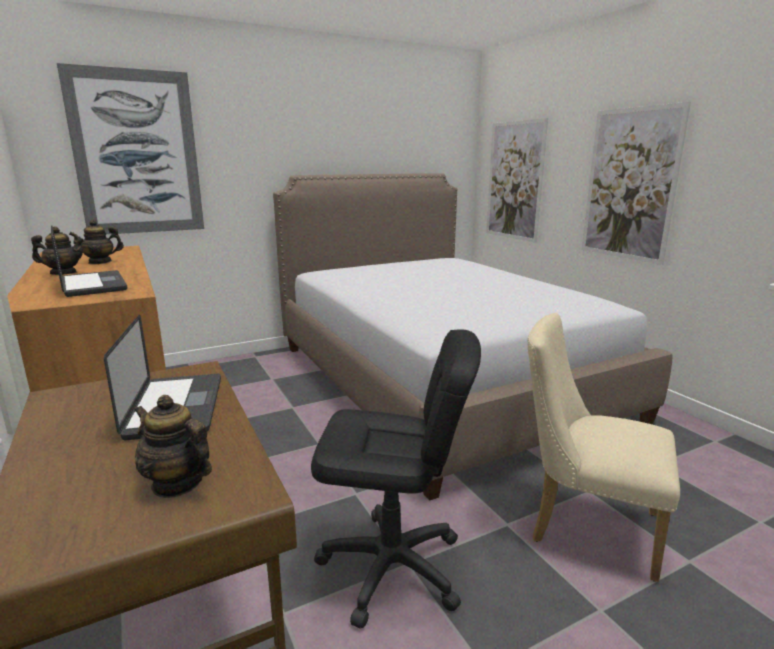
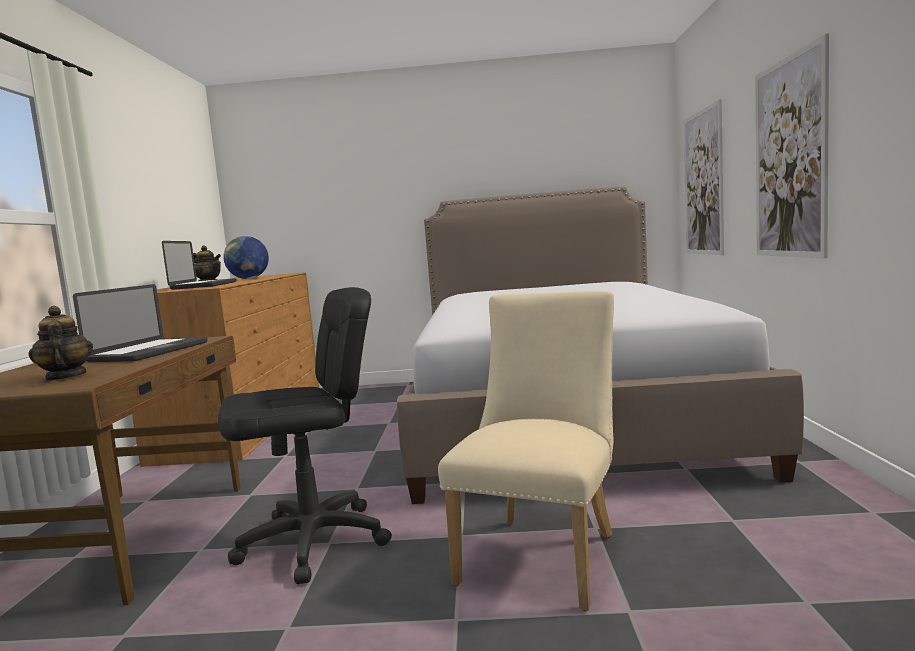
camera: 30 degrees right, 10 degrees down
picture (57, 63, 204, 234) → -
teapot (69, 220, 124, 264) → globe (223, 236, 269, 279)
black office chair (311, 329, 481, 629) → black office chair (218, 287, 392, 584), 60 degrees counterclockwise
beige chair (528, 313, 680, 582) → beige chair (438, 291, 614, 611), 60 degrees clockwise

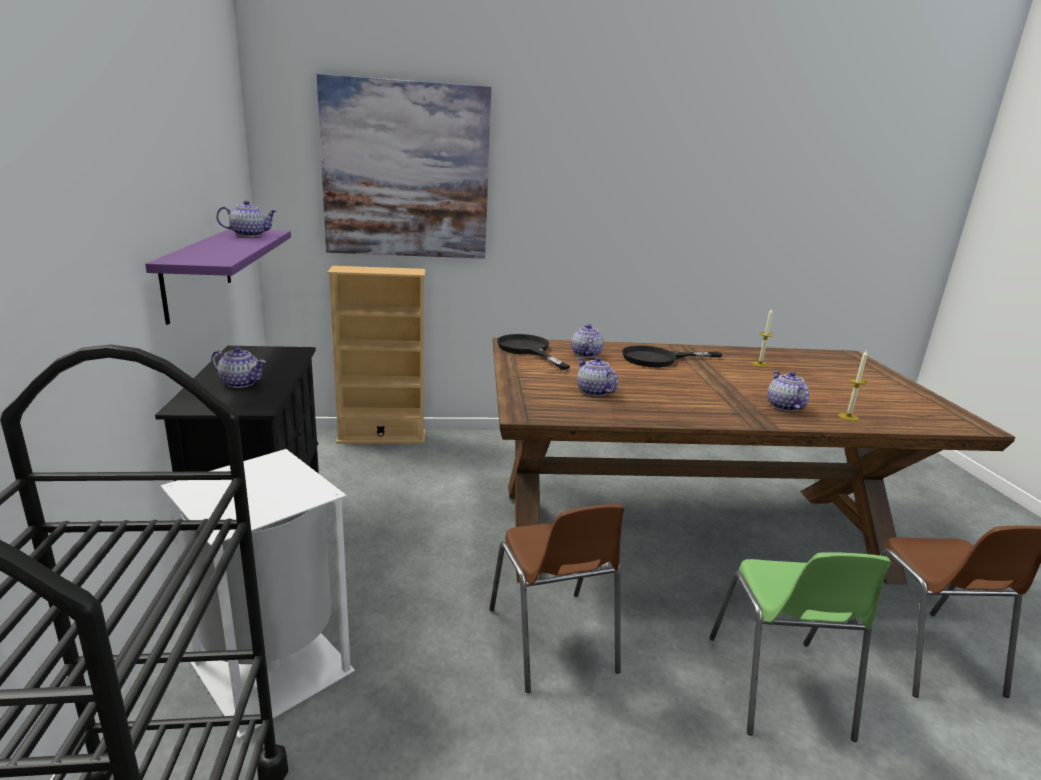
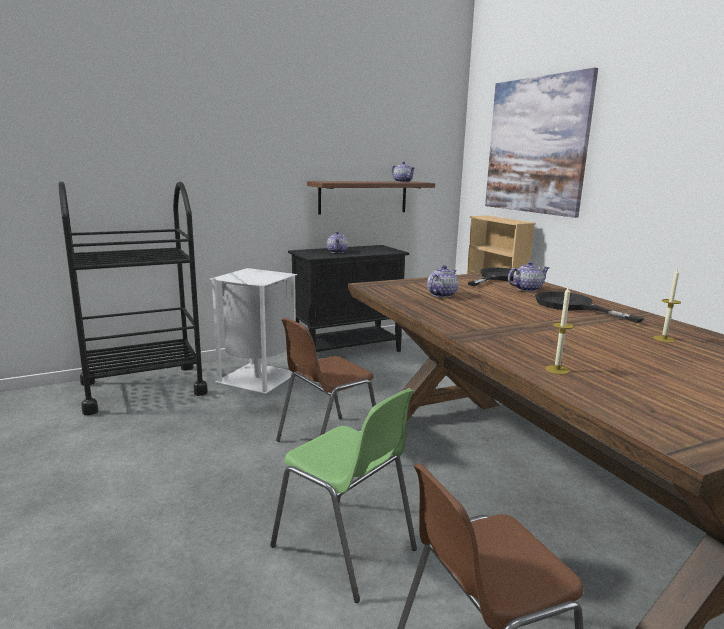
camera: 70 degrees right, 5 degrees down
purple shelf (145, 229, 291, 325) → brown shelf (307, 181, 435, 215)
green chair (709, 552, 892, 742) → green chair (270, 388, 417, 603), 120 degrees counterclockwise
teapot (767, 371, 809, 411) → -

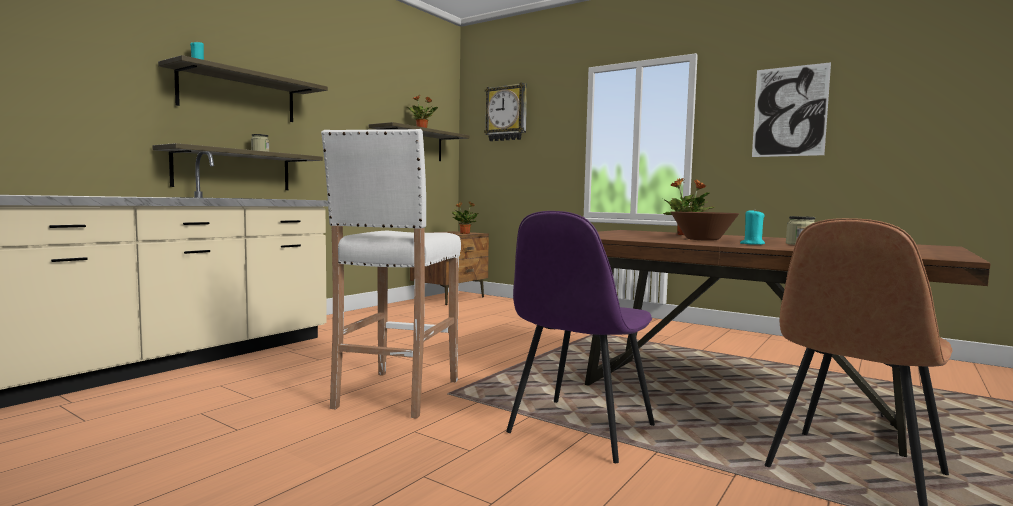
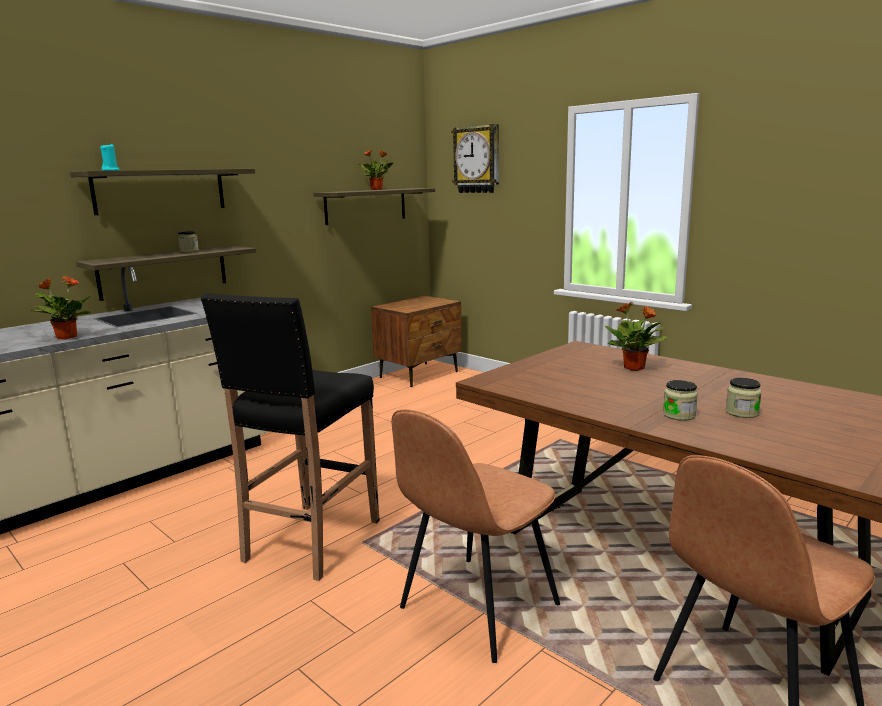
camera: 10 degrees right, 10 degrees up
white stool (321, 129, 461, 419) → black stool (201, 293, 380, 581)
potted plant (452, 202, 478, 234) → potted plant (29, 277, 92, 340), moved
purple chair (506, 211, 655, 463) → brown chair (392, 409, 560, 663)
brown bowl (671, 212, 739, 241) → -
turquoise candle (740, 209, 765, 245) → jar (663, 380, 698, 421)
picture (752, 62, 831, 157) → -

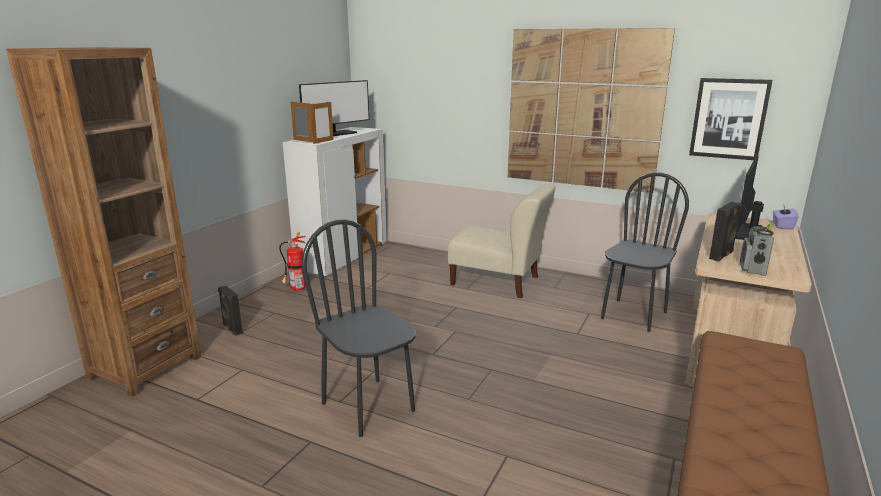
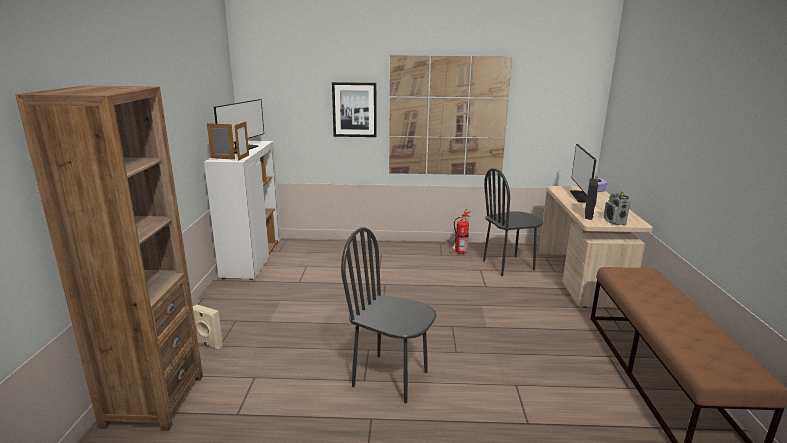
camera: 25 degrees left, 0 degrees up
black speaker (218, 286, 243, 336) → beige speaker (193, 305, 223, 349)
fire extinguisher (279, 232, 306, 292) → fire extinguisher (451, 209, 471, 254), moved
beige chair (448, 184, 556, 298) → -
black chair (601, 172, 689, 332) → black chair (483, 168, 543, 276), 120 degrees counterclockwise
picture (689, 78, 772, 160) → picture (332, 82, 376, 137), moved

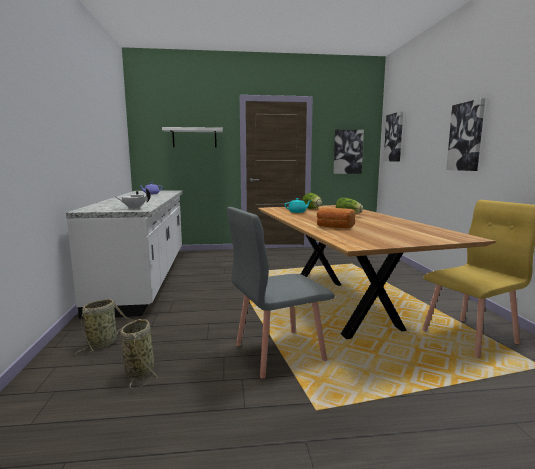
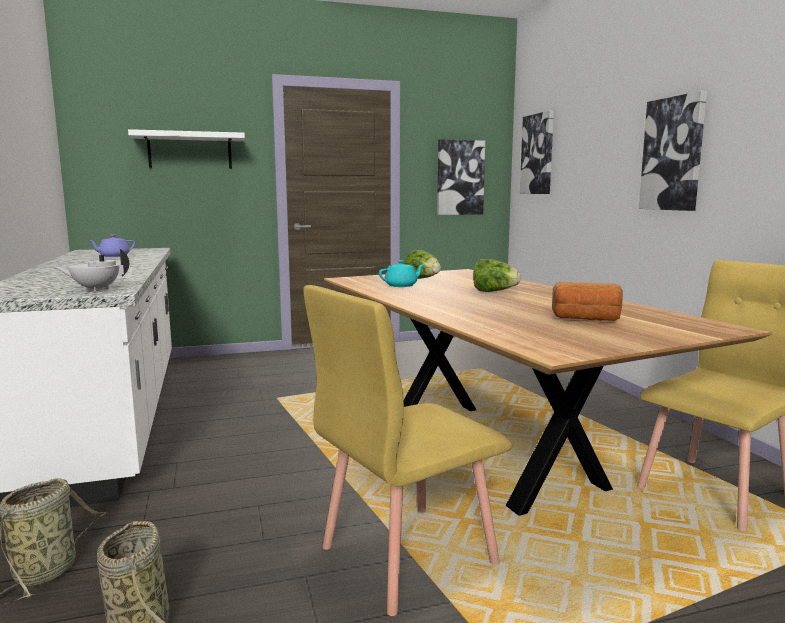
camera: 10 degrees left, 0 degrees up
grey chair (227, 207, 335, 379) → yellow chair (303, 285, 512, 616)
bread (317, 207, 356, 229) → bread (552, 282, 623, 321), moved

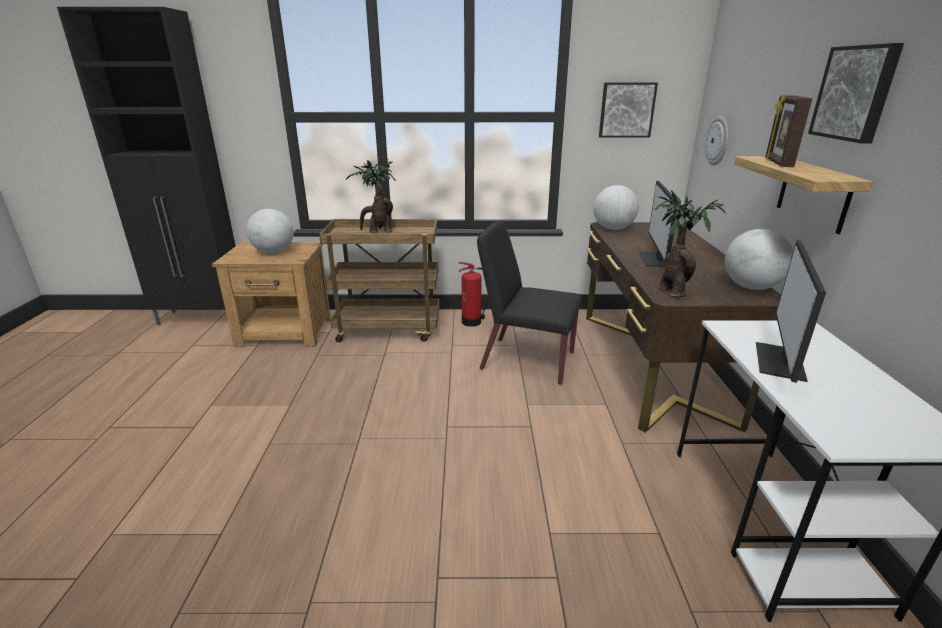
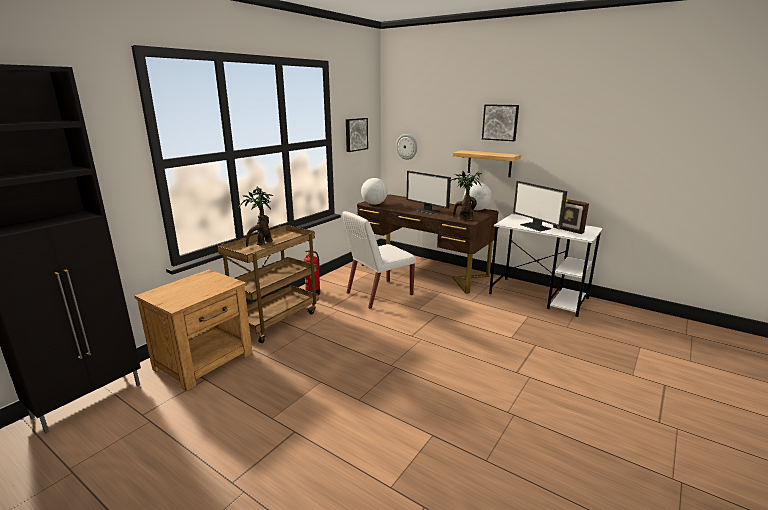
camera: 55 degrees left, 5 degrees down
globe (246, 209, 294, 253) → -
black chair (477, 220, 582, 385) → white chair (342, 211, 416, 309)
picture frame (766, 93, 812, 167) → picture frame (553, 199, 589, 234), moved

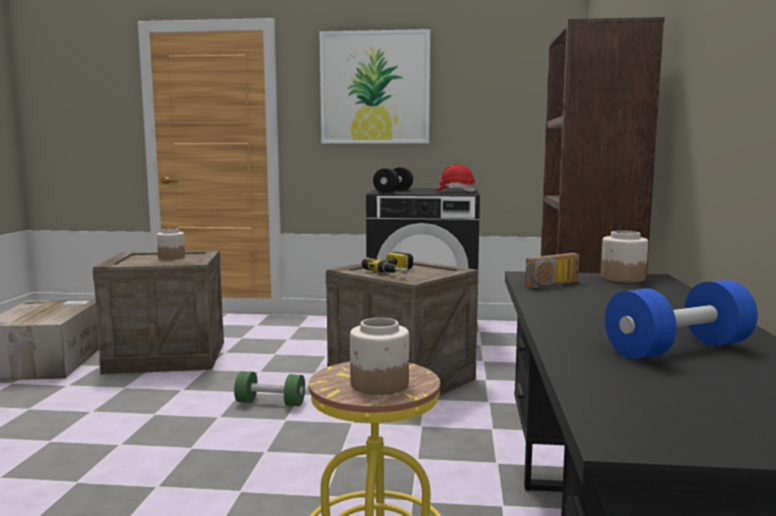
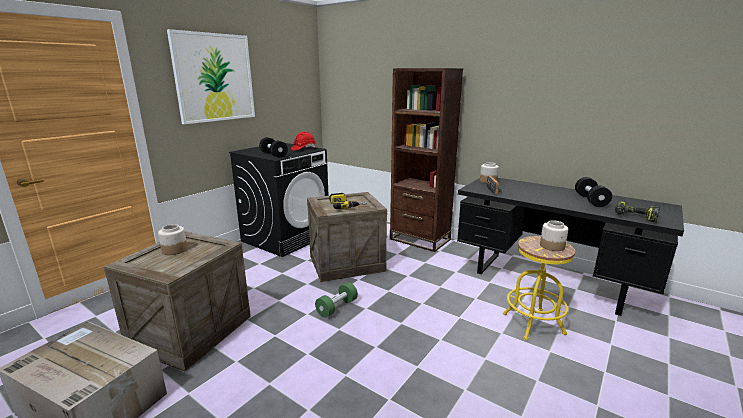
camera: 60 degrees left, 10 degrees up
blue dumbbell (605, 280, 758, 359) → black dumbbell (575, 177, 612, 207)
- → power drill (615, 201, 660, 223)

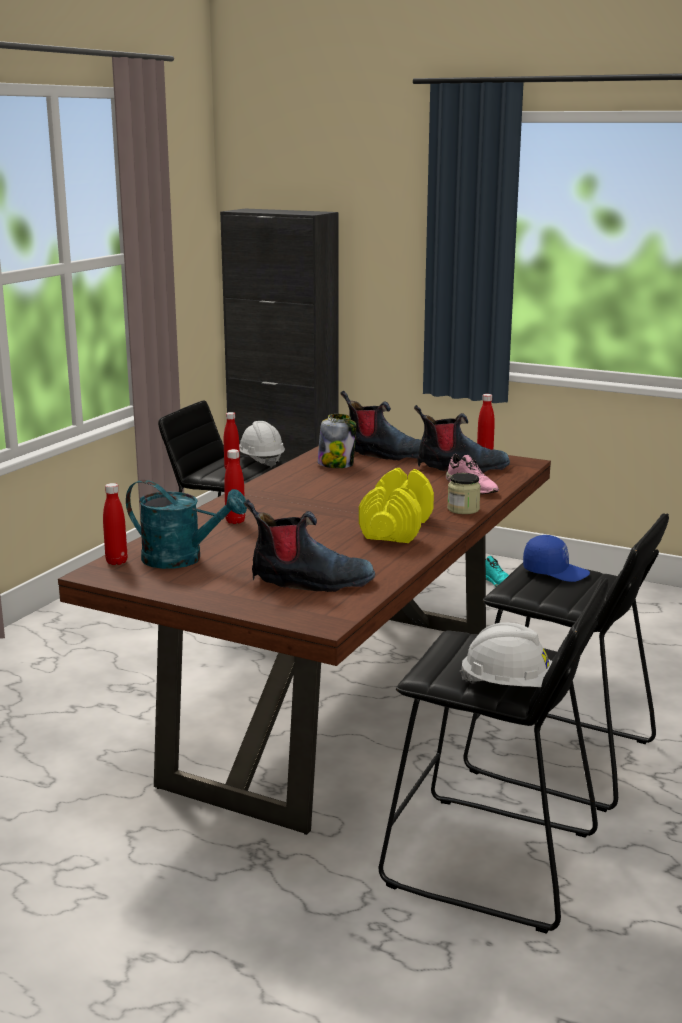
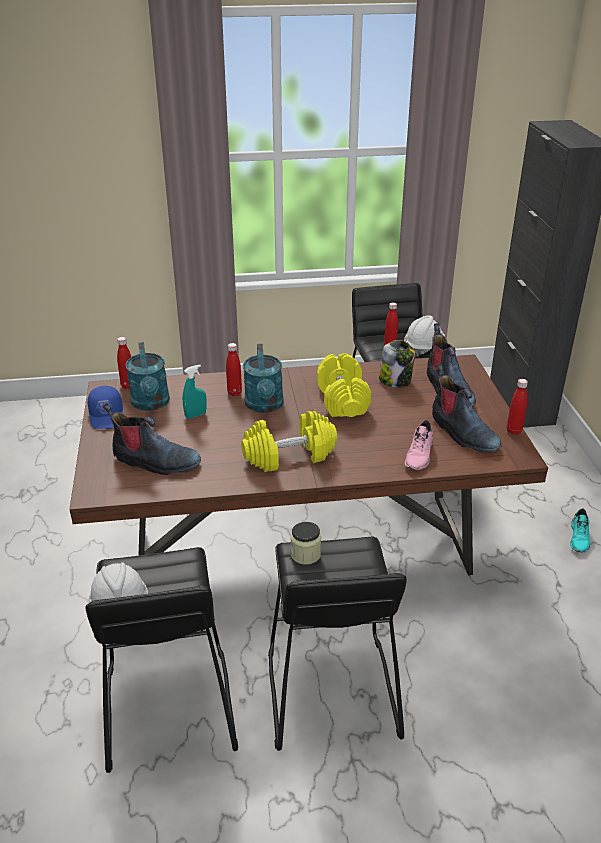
camera: 55 degrees right, 15 degrees up
boot (244, 499, 375, 592) → boot (102, 403, 201, 475), 45 degrees counterclockwise
jar (447, 473, 481, 514) → jar (291, 522, 321, 564), moved
blue cap (523, 535, 590, 582) → blue cap (88, 386, 123, 429), moved
- → turquoise spray bottle (183, 365, 207, 418)
- → turquoise watering can (243, 344, 284, 413)
- → yellow dumbbell (317, 353, 371, 417)

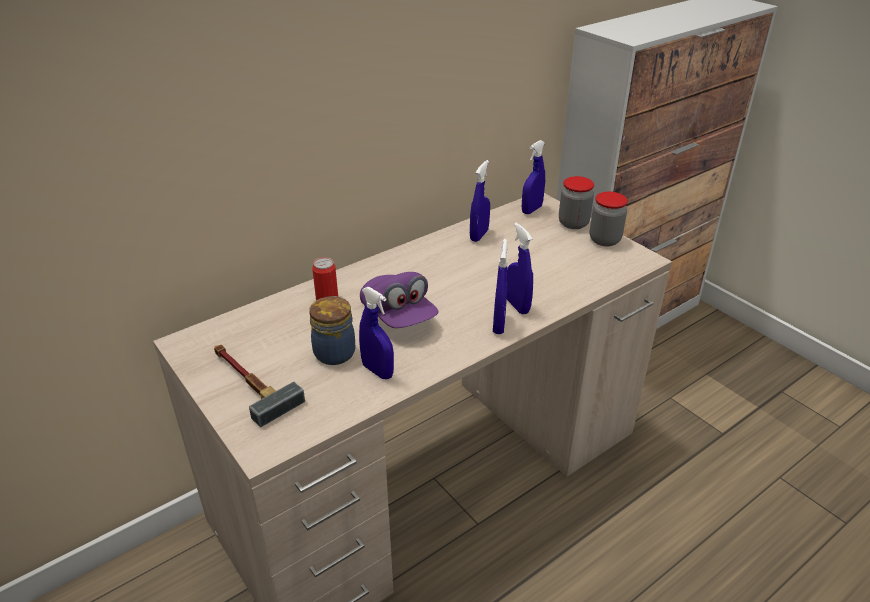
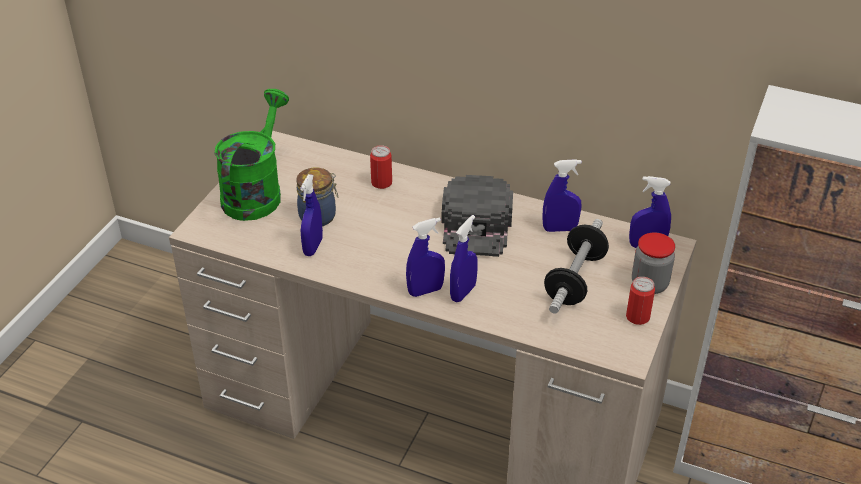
camera: 60 degrees right, 5 degrees up
hammer (214, 345, 305, 427) → green watering can (215, 89, 289, 221)
purple cap (360, 272, 439, 328) → -
jar (590, 192, 628, 246) → can (626, 277, 655, 325)
- → black cap (442, 175, 513, 257)
- → dumbbell (544, 219, 609, 314)

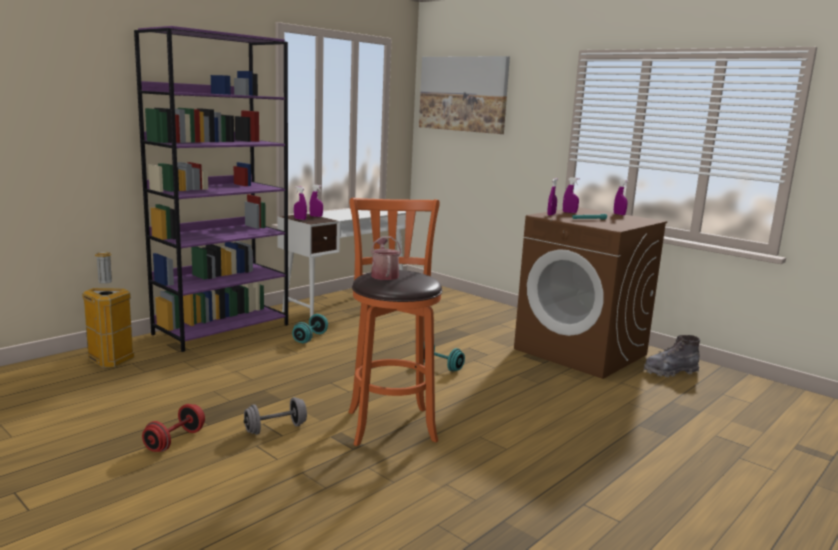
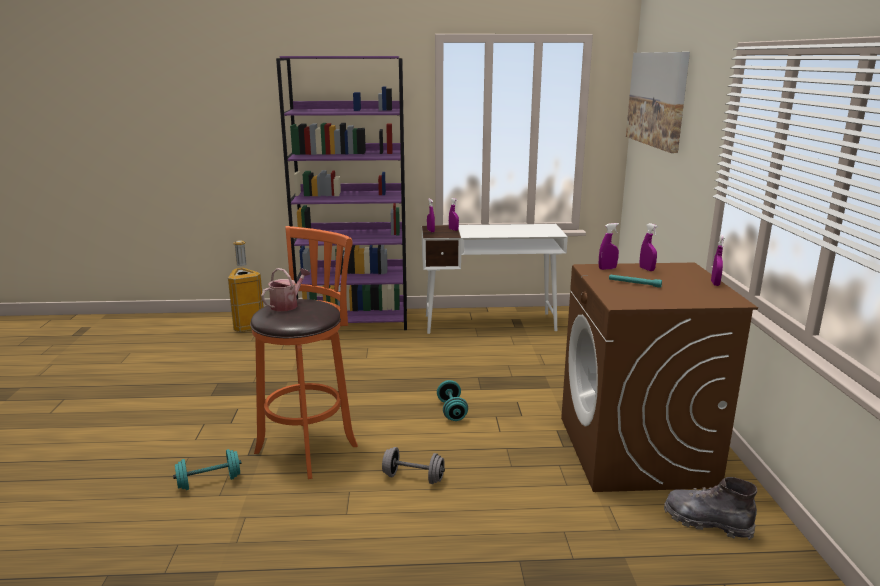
camera: 45 degrees right, 5 degrees up
red dumbbell (142, 404, 205, 452) → -
grey dumbbell (244, 397, 307, 435) → grey dumbbell (382, 447, 445, 484), moved
turquoise dumbbell (292, 314, 328, 343) → turquoise dumbbell (173, 449, 242, 490), moved

